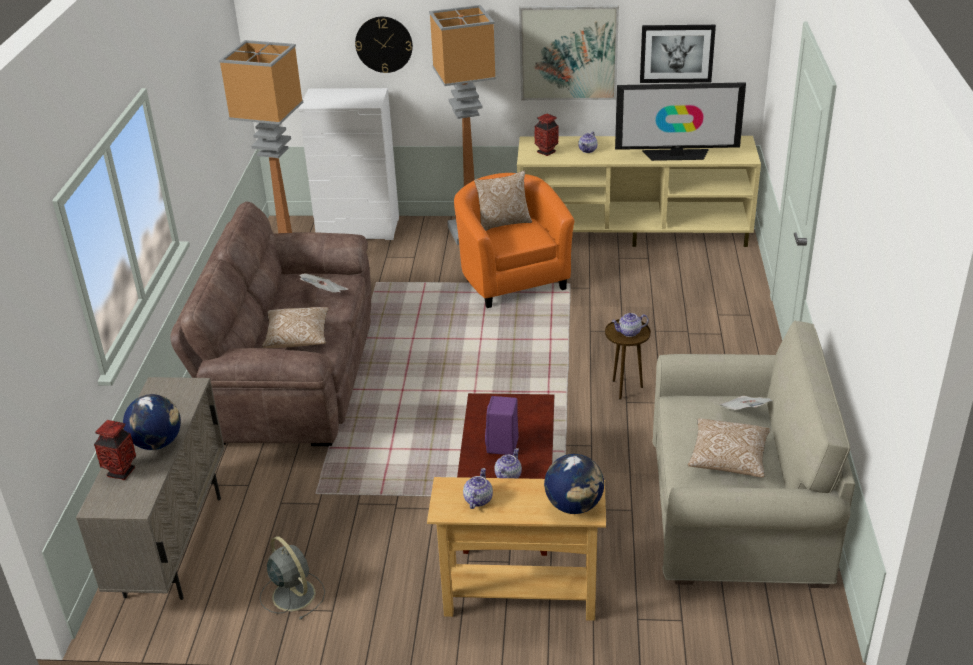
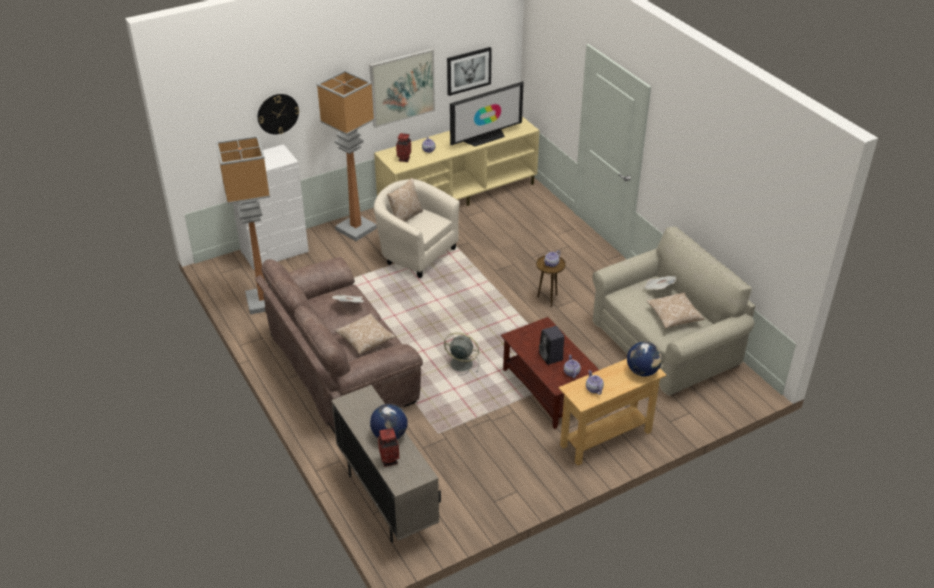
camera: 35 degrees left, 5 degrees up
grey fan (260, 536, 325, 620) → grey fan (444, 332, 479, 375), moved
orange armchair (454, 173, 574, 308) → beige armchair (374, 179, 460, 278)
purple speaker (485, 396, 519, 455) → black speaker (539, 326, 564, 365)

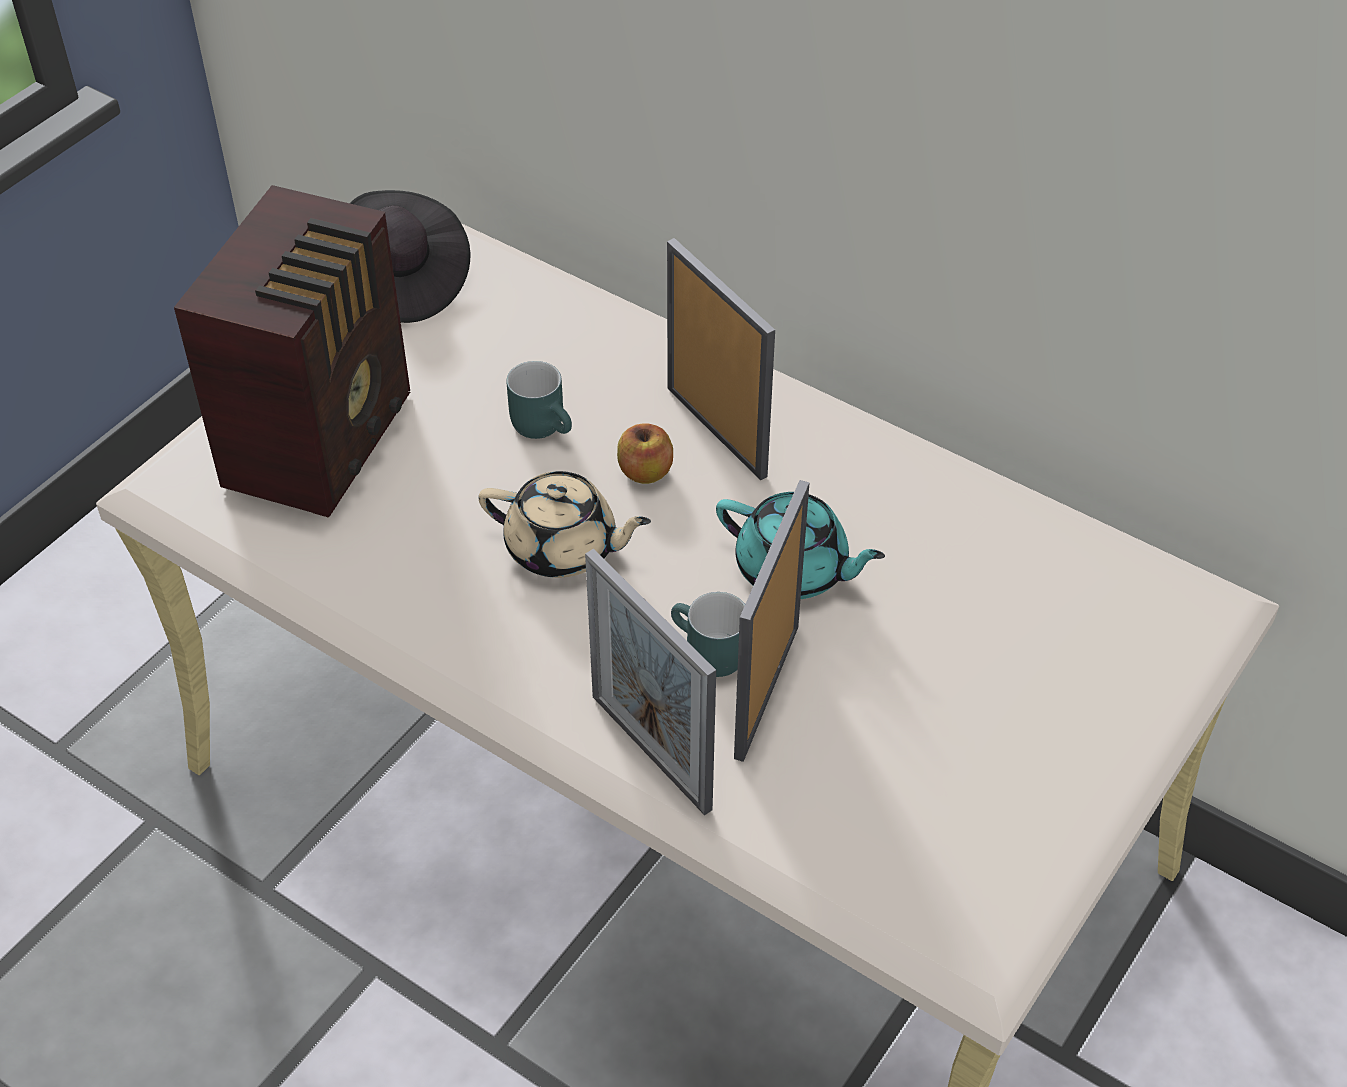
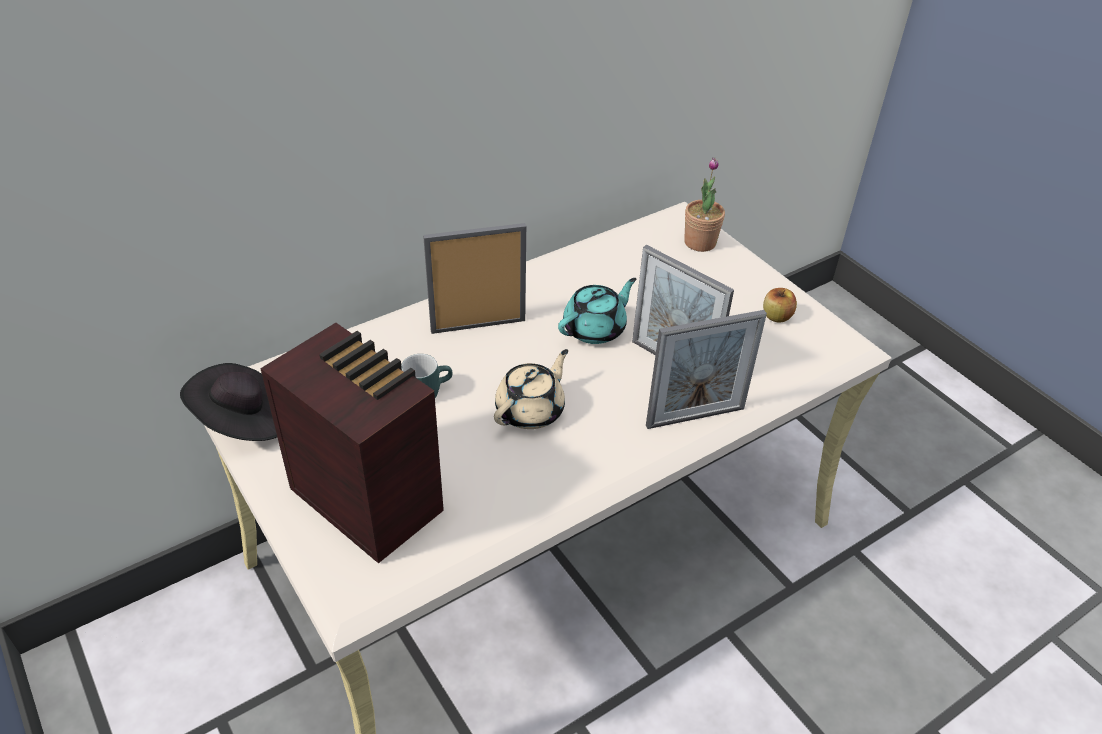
camera: 70 degrees left, 5 degrees down
apple (617, 423, 673, 484) → apple (763, 288, 797, 322), moved
turquoise mug (671, 592, 745, 677) → -
- → potted plant (684, 157, 725, 252)

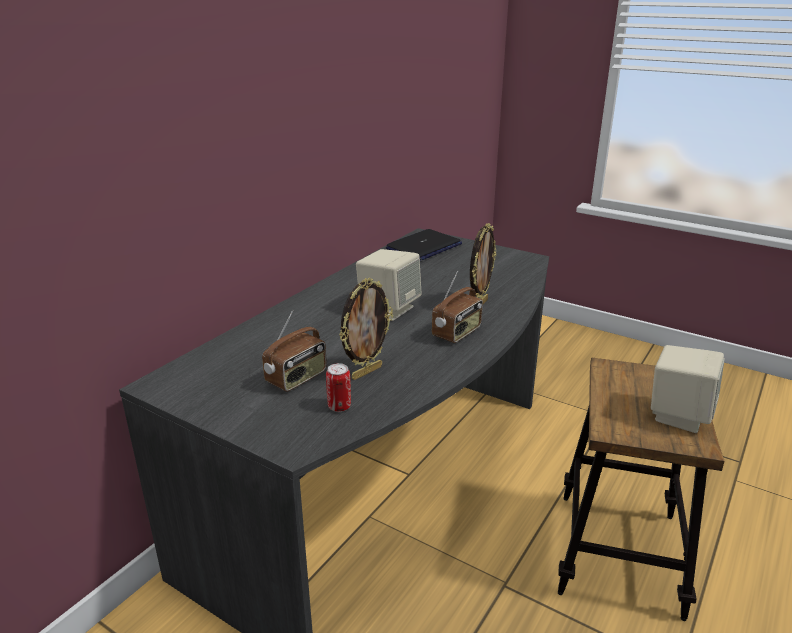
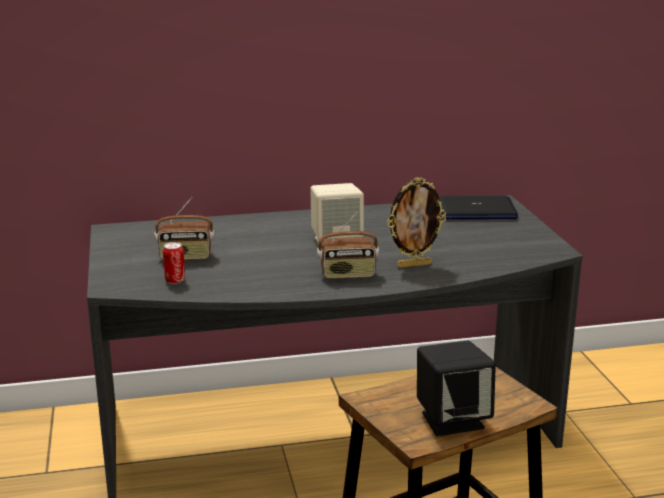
camera: 45 degrees right, 5 degrees down
picture frame (339, 278, 393, 380) → -
beige speaker (651, 345, 725, 433) → black speaker (417, 340, 496, 436)

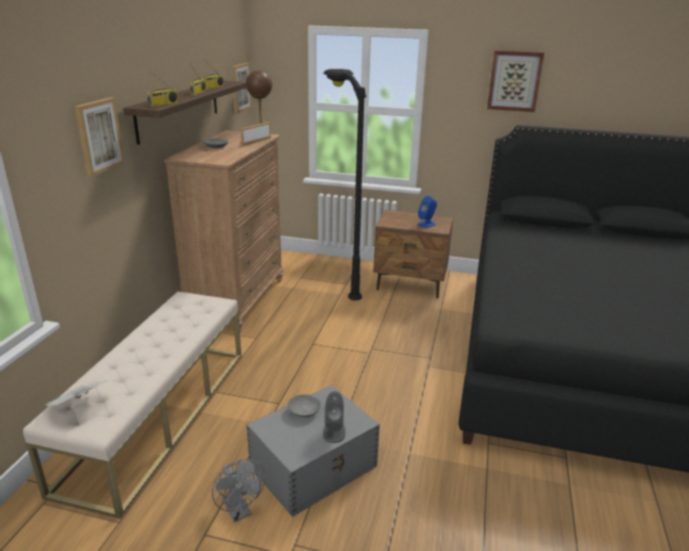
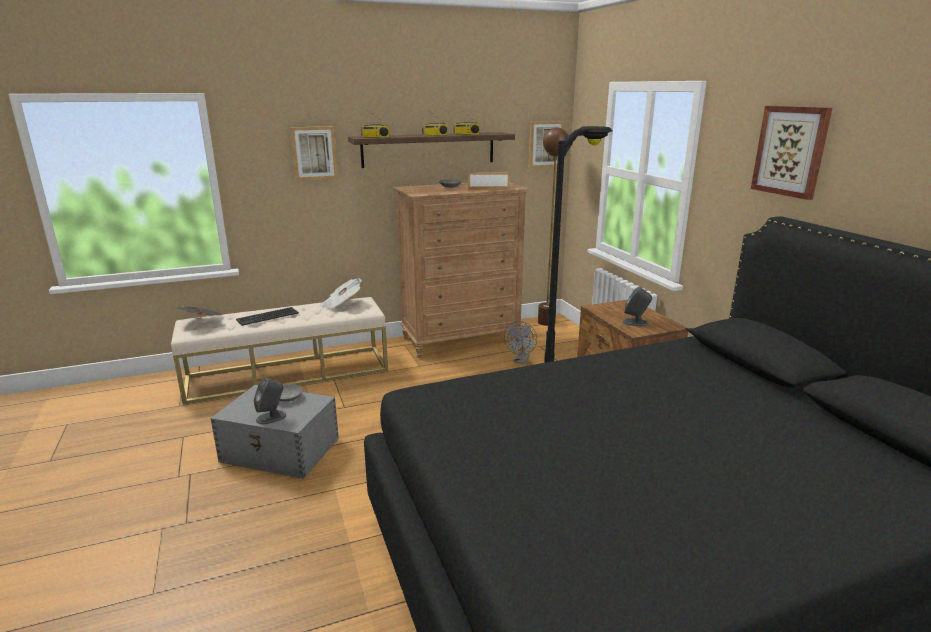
camera: 55 degrees right, 5 degrees down
grey fan (212, 459, 265, 522) → grey fan (504, 321, 537, 364), moved
blue speaker (418, 196, 437, 228) → grey speaker (622, 287, 652, 327)
- → keyboard (236, 307, 299, 326)
- → newspaper (320, 279, 362, 309)

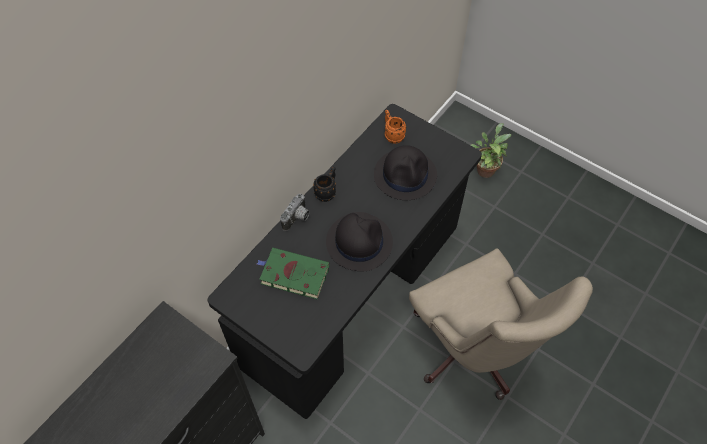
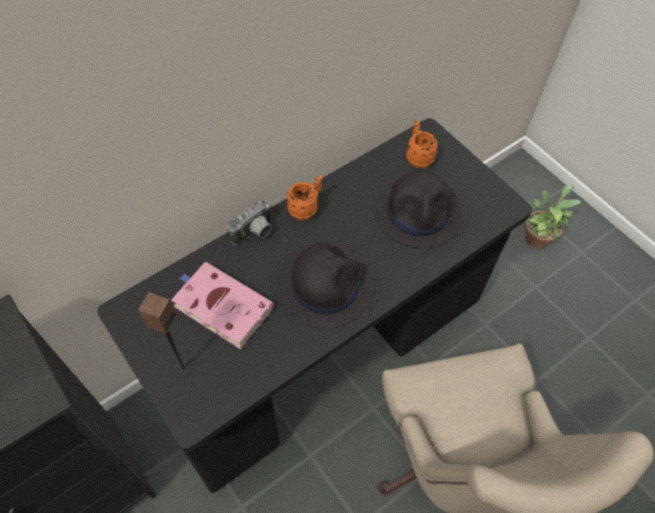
camera: 15 degrees right, 0 degrees up
green book (257, 248, 330, 300) → pink book (171, 262, 274, 350)
black mug (313, 167, 336, 202) → orange mug (287, 175, 323, 221)
- → speaker (138, 292, 192, 376)

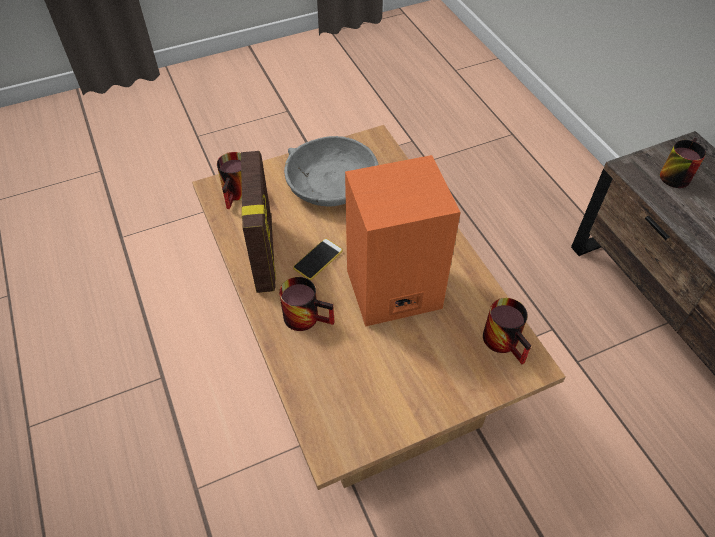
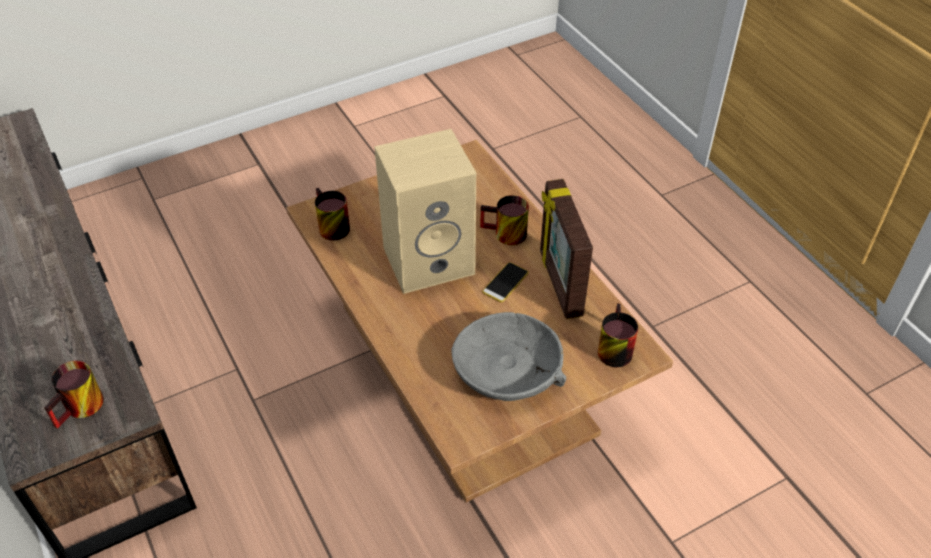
camera: 175 degrees right, 5 degrees down
orange speaker (345, 155, 461, 327) → beige speaker (374, 129, 476, 294)

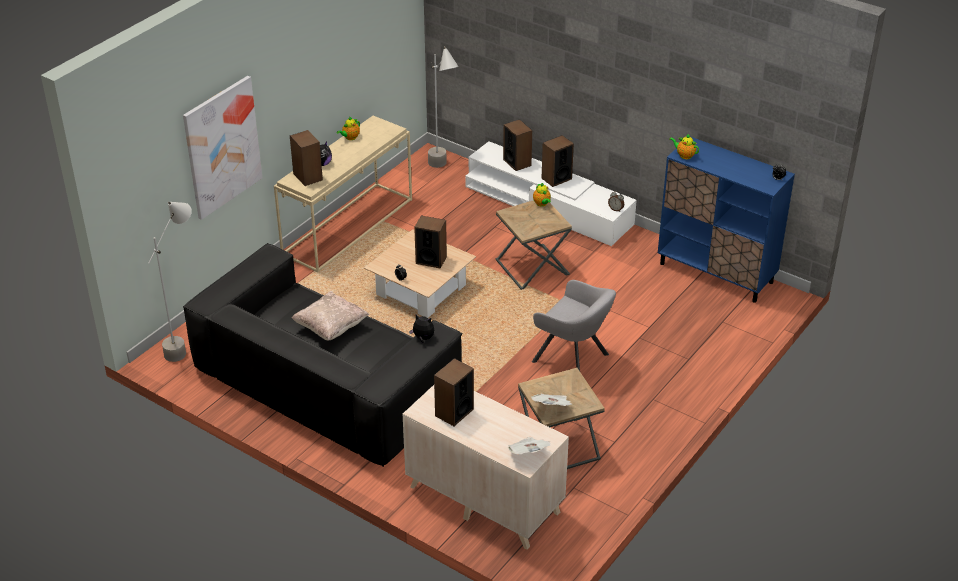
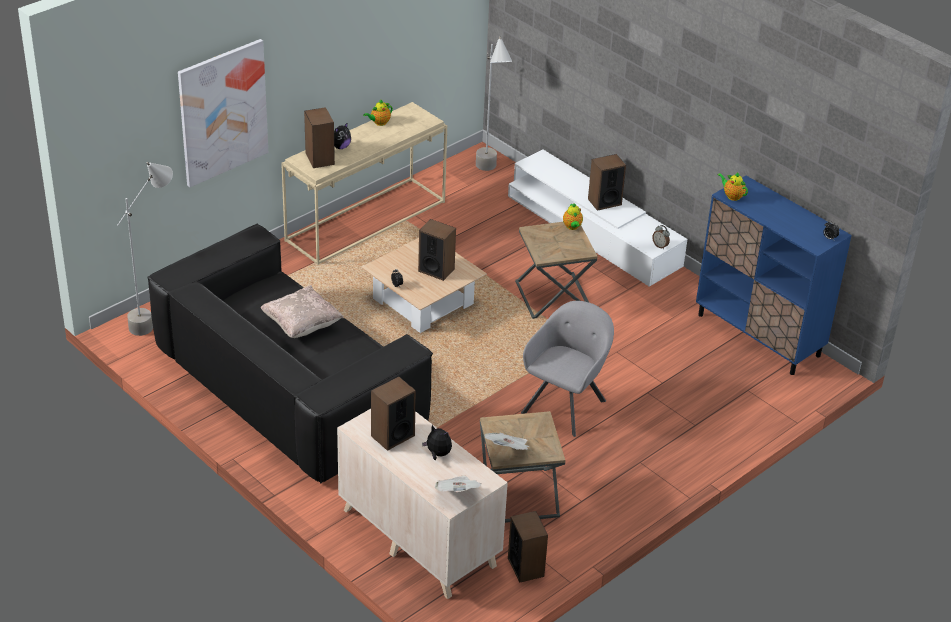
camera: 10 degrees right, 0 degrees up
plush toy (409, 315, 434, 343) → plush toy (422, 425, 452, 460), moved
speaker (503, 119, 532, 171) → speaker (508, 511, 548, 583), moved
grey armchair (532, 280, 616, 371) → grey armchair (521, 301, 614, 437), 105 degrees counterclockwise

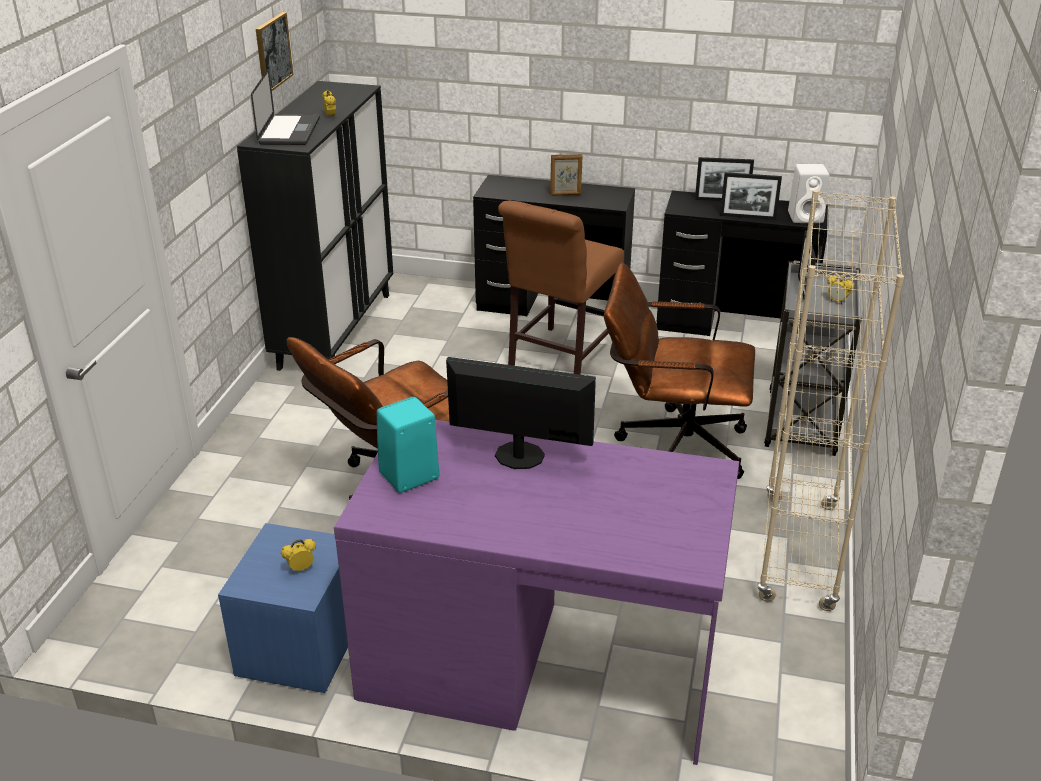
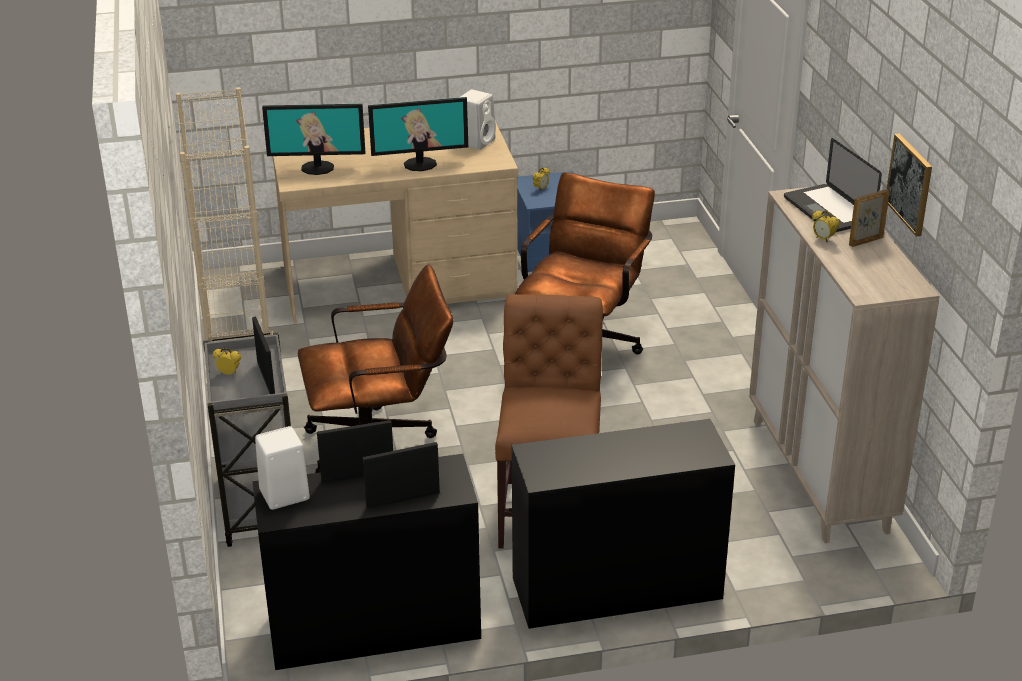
camera: 155 degrees right, 0 degrees up
black cabinet (237, 81, 393, 371) → beige cabinet (749, 187, 940, 543)
purple desk (334, 420, 739, 765) → beige desk (272, 121, 518, 324)
turquoise speaker (377, 397, 439, 493) → white speaker (459, 90, 496, 150)
picture frame (550, 154, 582, 196) → picture frame (849, 189, 890, 247), moved
- → monitor (262, 104, 365, 175)

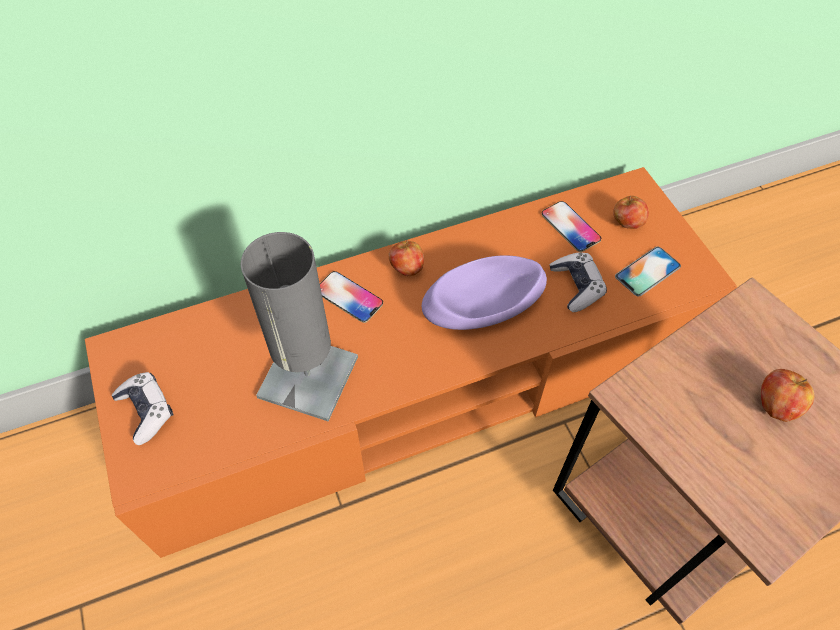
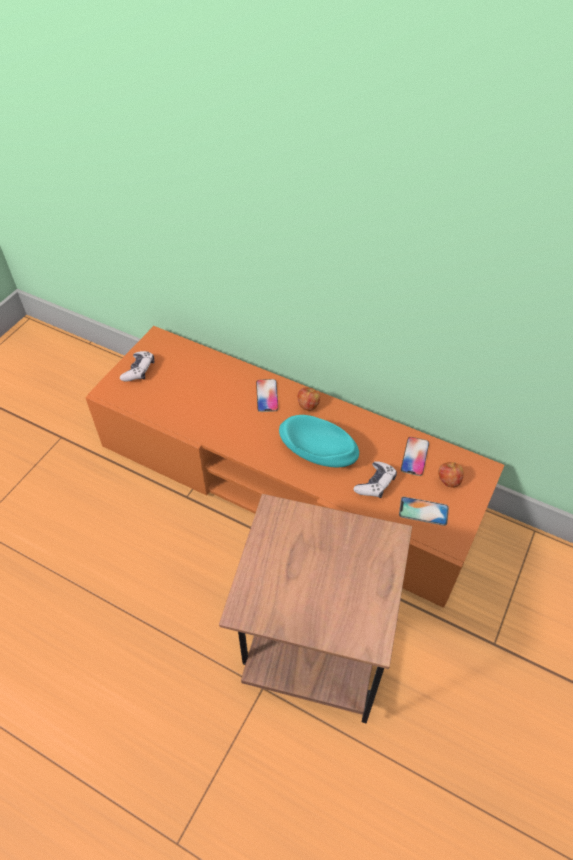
camera: 50 degrees right, 5 degrees down
grey table lamp (241, 232, 358, 421) → -
purple bowl (422, 255, 547, 330) → turquoise bowl (279, 415, 359, 467)
apple (761, 369, 814, 422) → -

